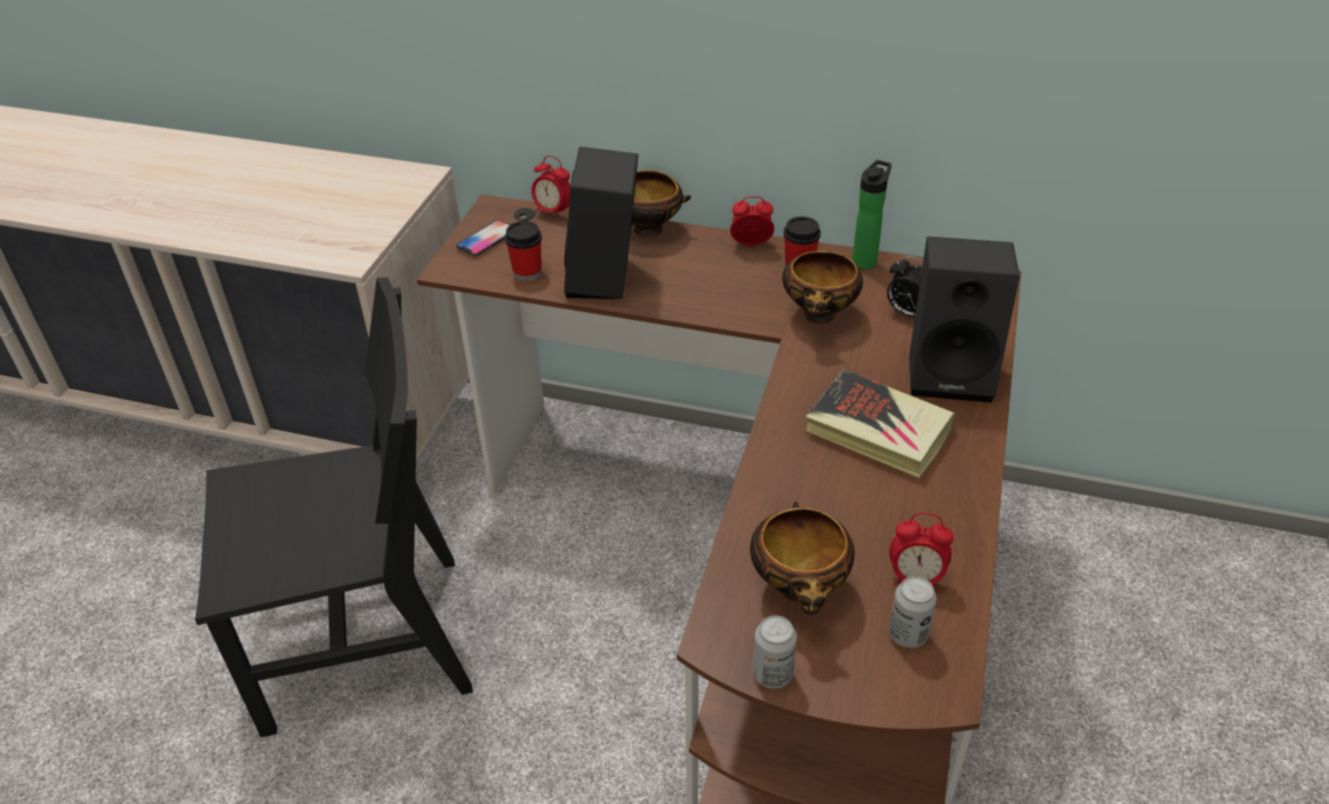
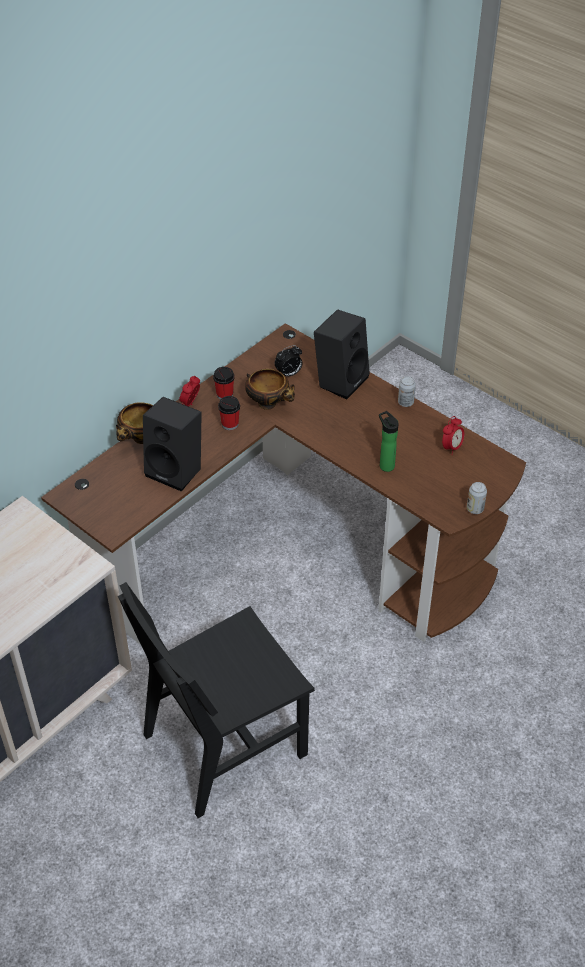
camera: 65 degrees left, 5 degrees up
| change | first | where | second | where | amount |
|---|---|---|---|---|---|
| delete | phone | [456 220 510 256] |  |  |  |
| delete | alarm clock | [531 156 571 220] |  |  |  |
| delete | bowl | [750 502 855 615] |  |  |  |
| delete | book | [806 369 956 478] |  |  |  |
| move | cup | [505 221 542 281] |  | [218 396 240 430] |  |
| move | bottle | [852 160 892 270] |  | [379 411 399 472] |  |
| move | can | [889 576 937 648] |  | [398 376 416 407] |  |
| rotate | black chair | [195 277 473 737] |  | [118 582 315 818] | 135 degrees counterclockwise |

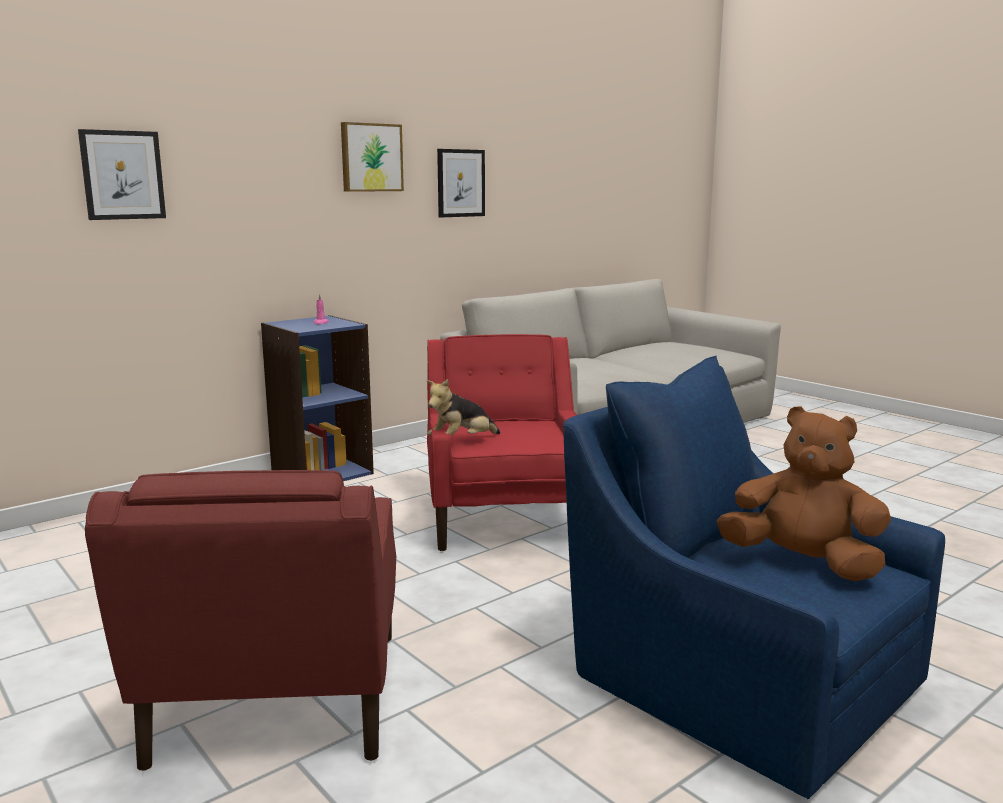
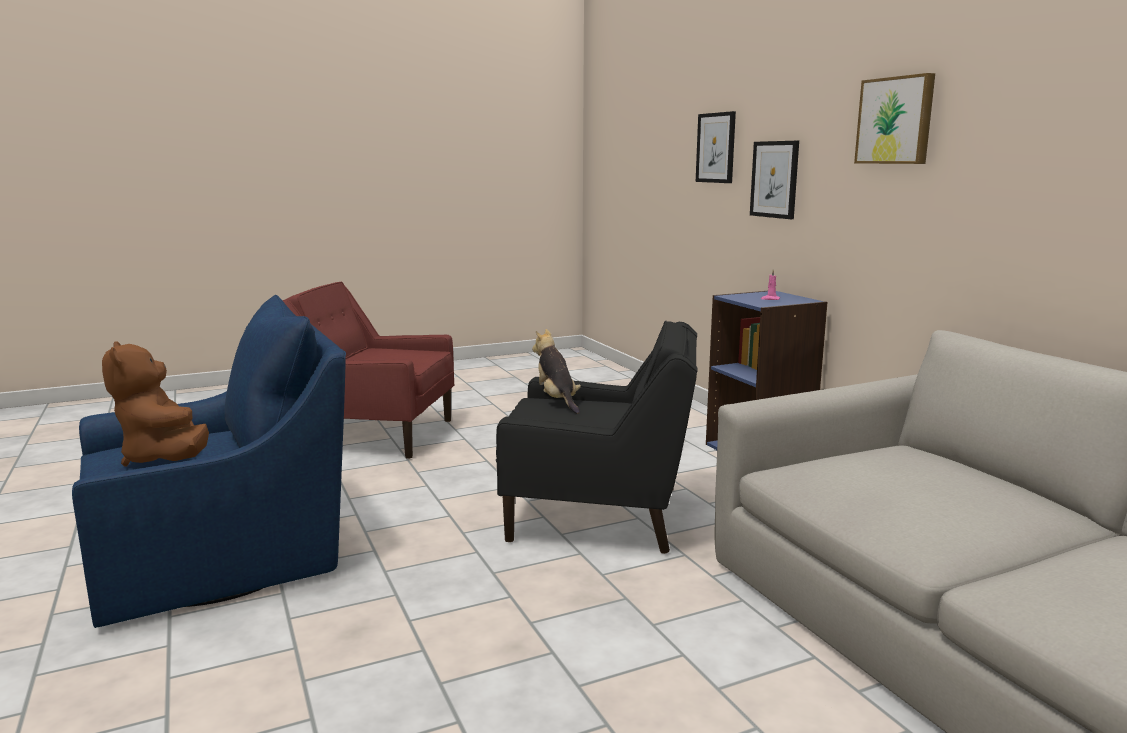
camera: 105 degrees right, 0 degrees up
| change | first | where | second | where | amount |
|---|---|---|---|---|---|
| move | picture | [437 149 485 218] |  | [750 141 799 219] |  |
| recolor | red armchair | [427 334 577 551] | black armchair | [496 320 697 554] |  |
| rotate | brown plush toy | [717 406 891 581] |  | [102 341 209 466] | 105 degrees clockwise |

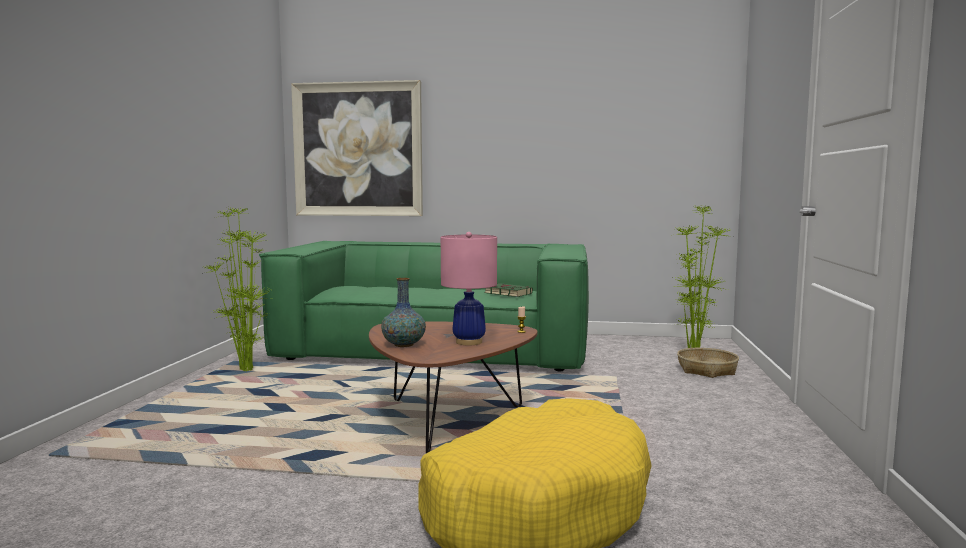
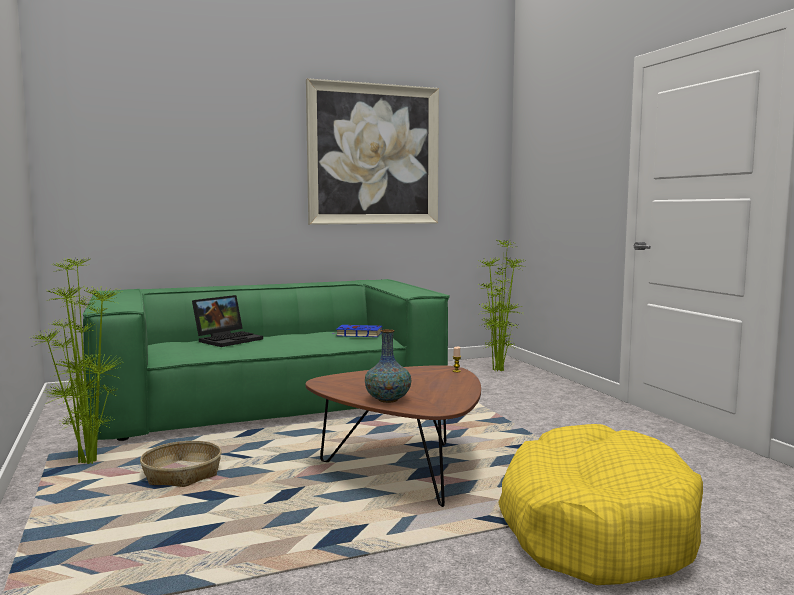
camera: 30 degrees left, 0 degrees up
| change | first | where | second | where | amount |
|---|---|---|---|---|---|
| delete | pink table lamp | [441 232 497 345] |  |  |  |
| insert |  |  | laptop | [192 295 263 347] |  |
| move | picture | [291 80 423 216] |  | [306 78 439 225] |  |
| move | basket | [677 348 739 378] |  | [140 441 221 487] |  |
| recolor | green book | [484 283 533 297] | blue book | [332 325 382 337] |  |

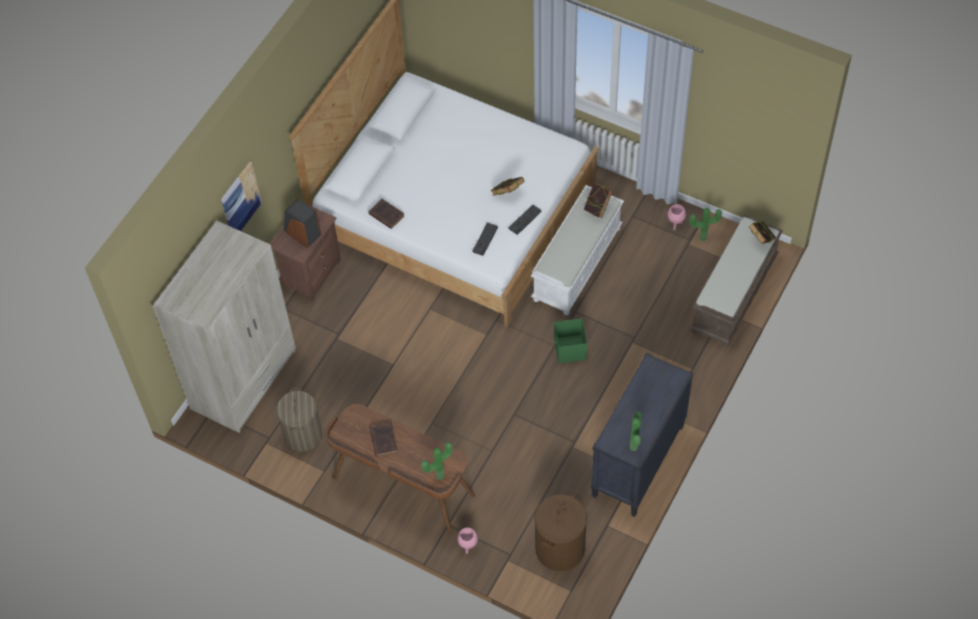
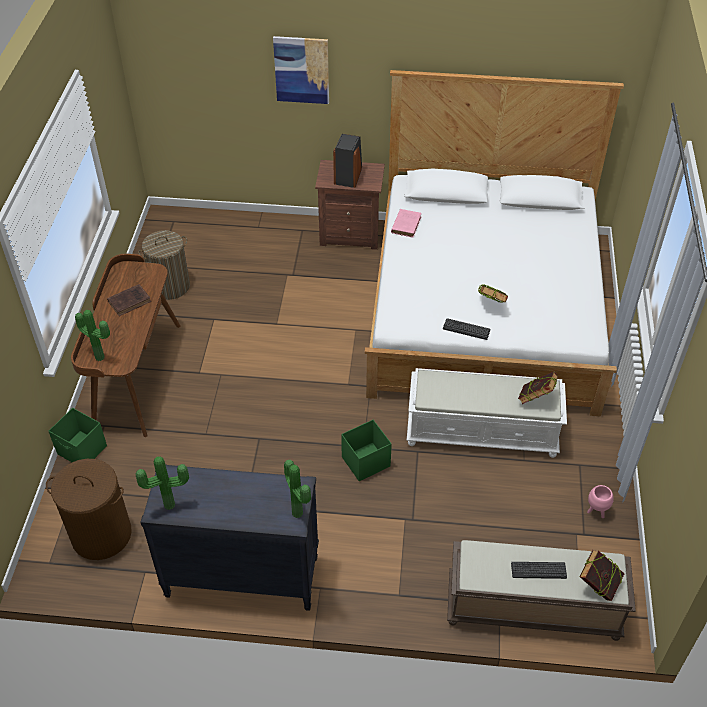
camera: 65 degrees right, 10 degrees down
| change | first | where | second | where | amount |
|---|---|---|---|---|---|
| delete | beige wardrobe | [153 220 296 433] |  |  |  |
| move | keyboard | [472 223 498 256] |  | [511 562 567 579] |  |
| move | potted plant | [689 208 722 241] |  | [284 460 311 518] |  |
| replace | pink planter | [457 527 478 554] | green storage box | [49 408 107 462] |  |
| recolor | brown book | [368 199 404 229] | pink book | [391 209 422 238] |  |

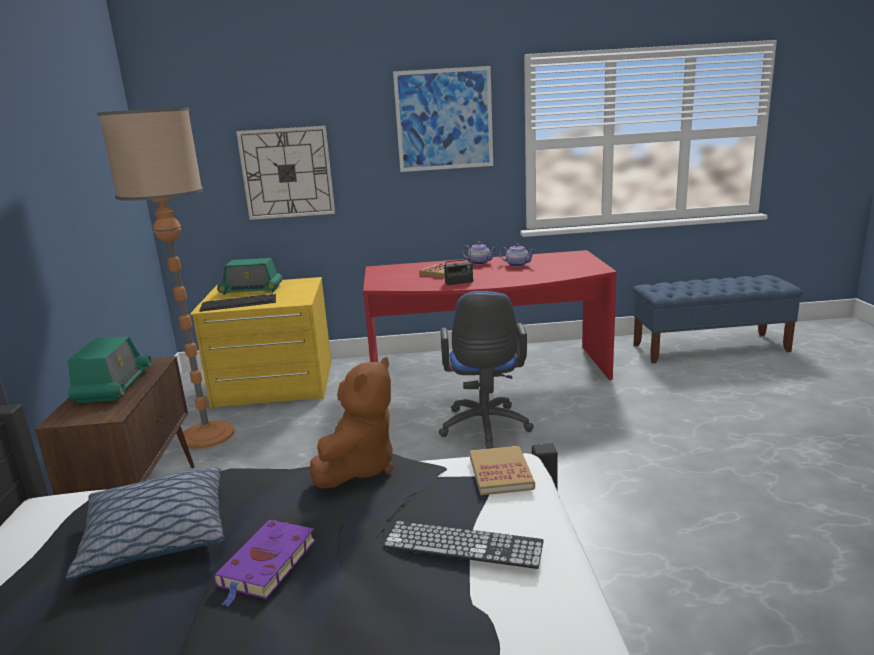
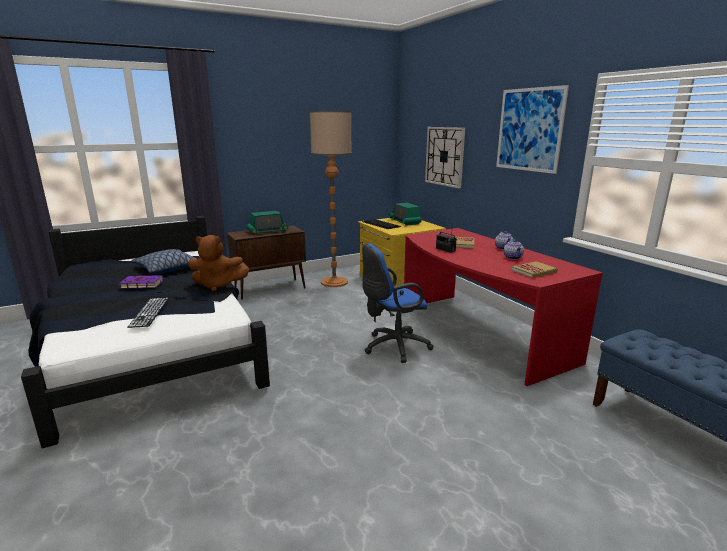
camera: 65 degrees right, 0 degrees up
| change | first | where | second | where | amount |
|---|---|---|---|---|---|
| move | book | [470 446 535 495] |  | [512 261 558 278] |  |

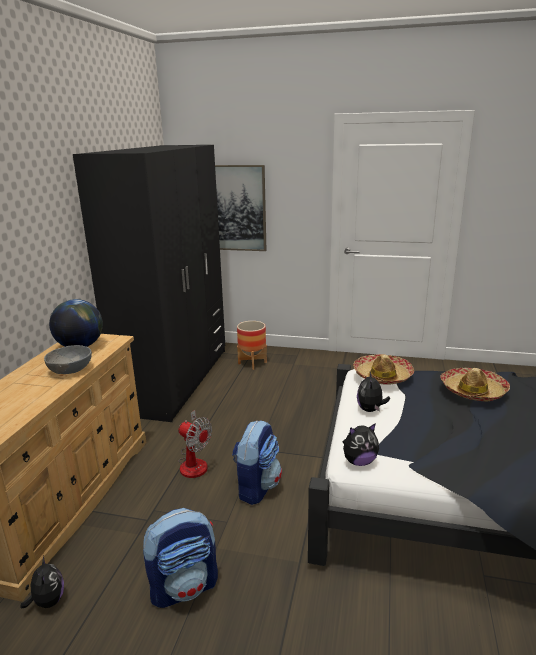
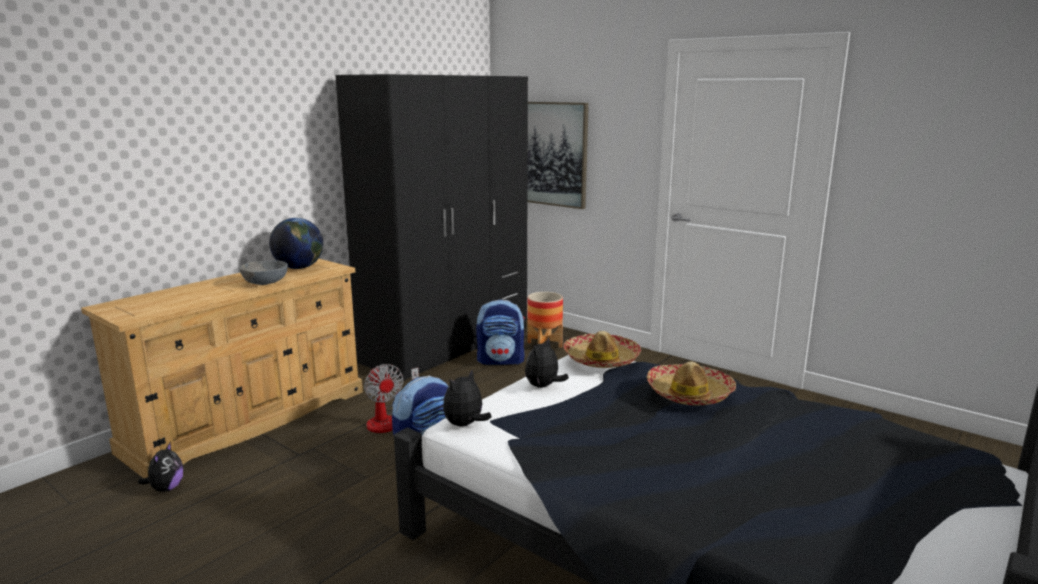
camera: 25 degrees right, 5 degrees down
| change | first | where | second | where | amount |
|---|---|---|---|---|---|
| move | backpack | [143 508 218 608] |  | [476 300 525 365] |  |
| rotate | plush toy | [343 423 379 466] |  | [443 370 492 426] | 120 degrees clockwise |

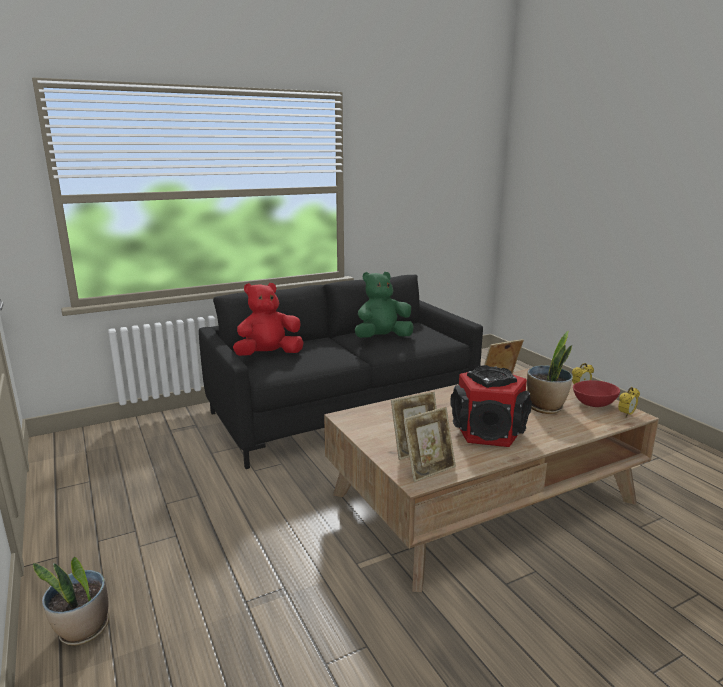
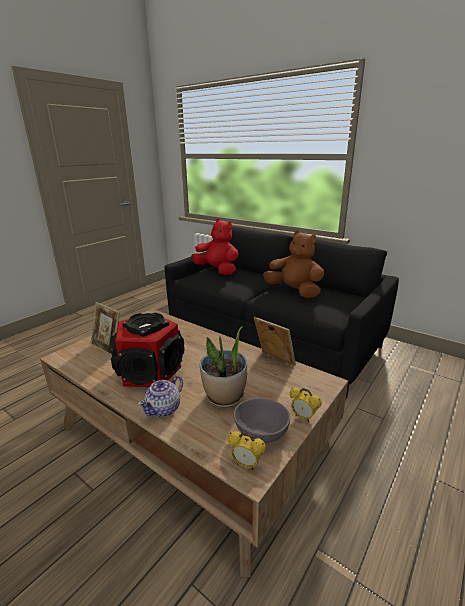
camera: 65 degrees right, 5 degrees up
| change | first | where | second | where | amount |
|---|---|---|---|---|---|
| delete | potted plant | [33 557 109 645] |  |  |  |
| delete | picture frame | [403 407 456 482] |  |  |  |
| insert |  |  | teapot | [138 376 183 417] |  |
| recolor | green plush toy | [355 272 414 338] | brown plush toy | [263 230 324 298] |  |
| recolor | red bowl | [573 380 620 407] | grey bowl | [234 398 290 443] |  |

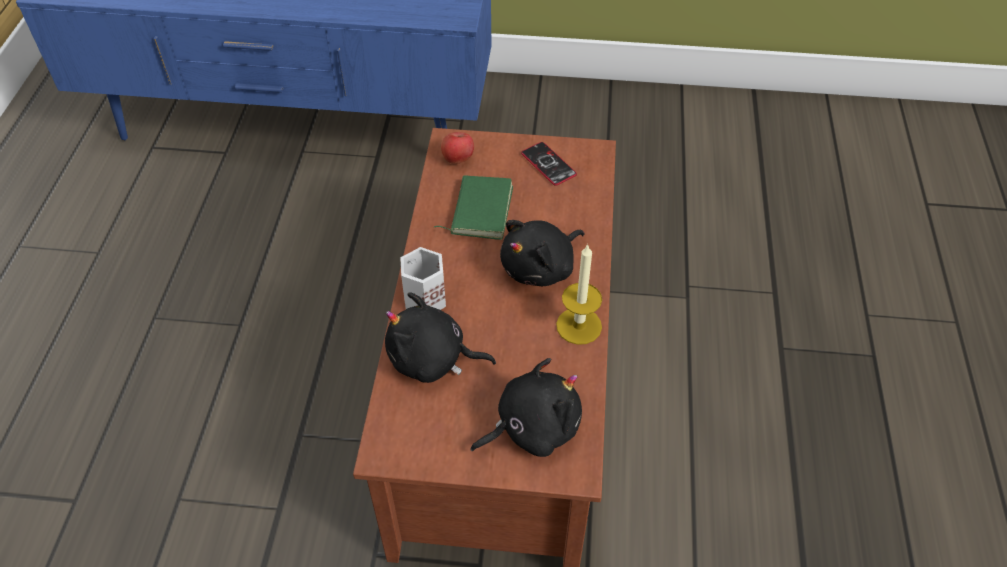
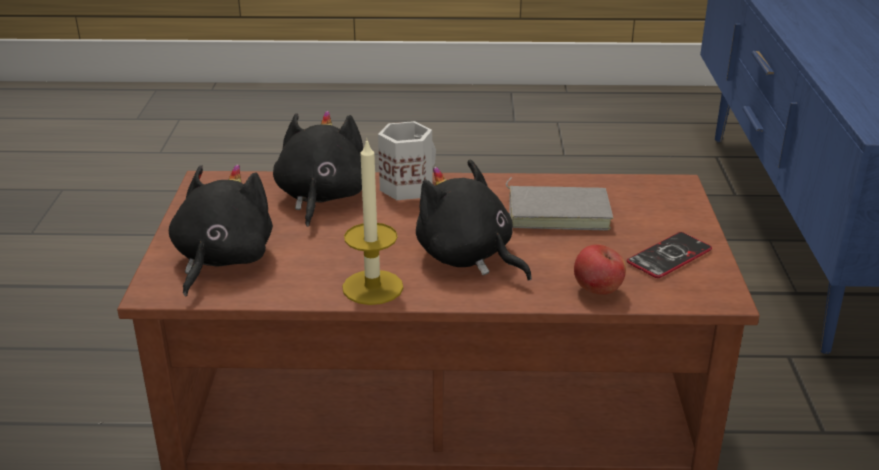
camera: 85 degrees right, 20 degrees down
| change | first | where | second | where | amount |
|---|---|---|---|---|---|
| move | apple | [441 132 474 164] |  | [574 244 626 295] |  |
| recolor | green book | [434 175 513 240] | grey book | [506 177 613 231] |  |
| rotate | black plush toy | [470 358 582 457] |  | [169 164 273 297] | 135 degrees counterclockwise |

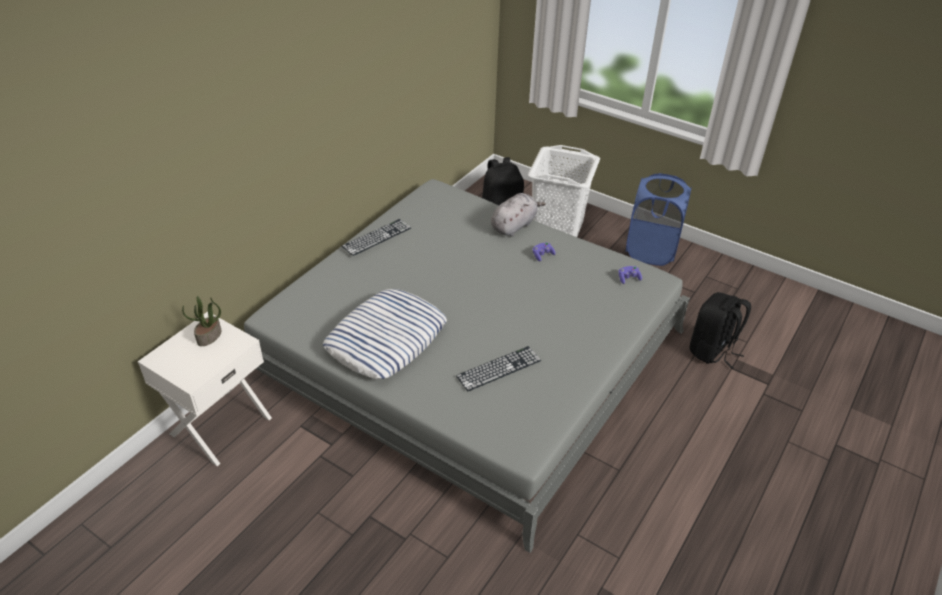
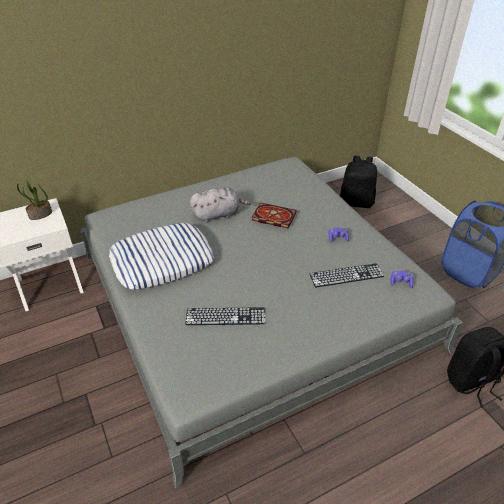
camera: 30 degrees right, 0 degrees up
| change | first | where | second | where | amount |
|---|---|---|---|---|---|
| delete | white laundry basket | [528 145 600 237] |  |  |  |
| insert |  |  | book | [252 202 297 228] |  |
| move | keyboard | [342 219 411 256] |  | [309 263 385 288] |  |
| move | grey plush toy | [491 193 546 237] |  | [189 187 251 223] |  |

